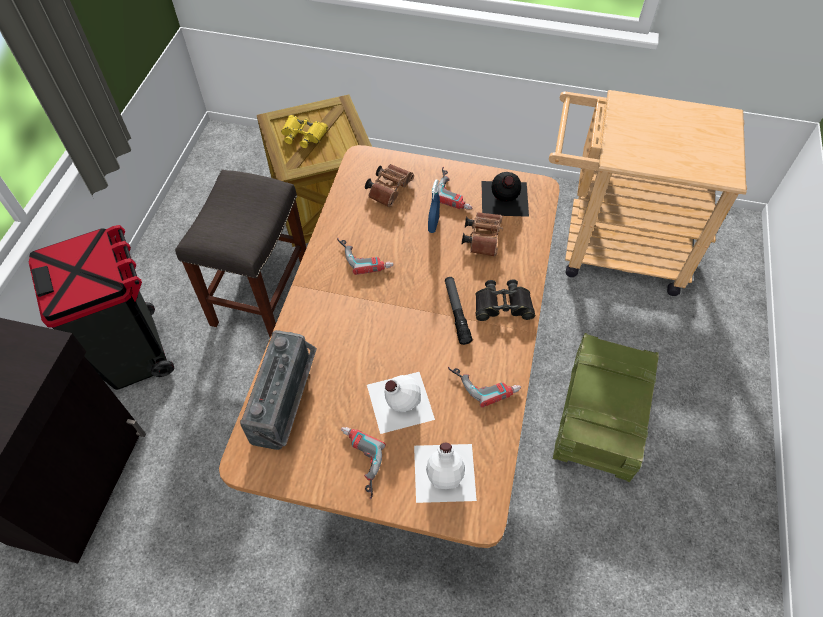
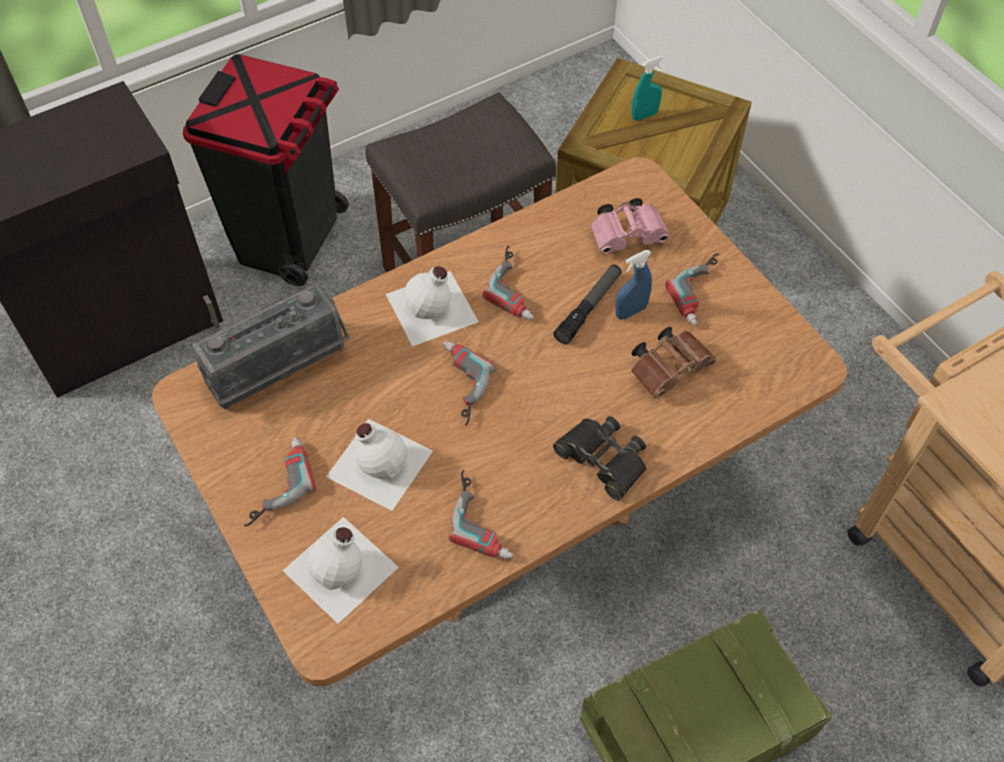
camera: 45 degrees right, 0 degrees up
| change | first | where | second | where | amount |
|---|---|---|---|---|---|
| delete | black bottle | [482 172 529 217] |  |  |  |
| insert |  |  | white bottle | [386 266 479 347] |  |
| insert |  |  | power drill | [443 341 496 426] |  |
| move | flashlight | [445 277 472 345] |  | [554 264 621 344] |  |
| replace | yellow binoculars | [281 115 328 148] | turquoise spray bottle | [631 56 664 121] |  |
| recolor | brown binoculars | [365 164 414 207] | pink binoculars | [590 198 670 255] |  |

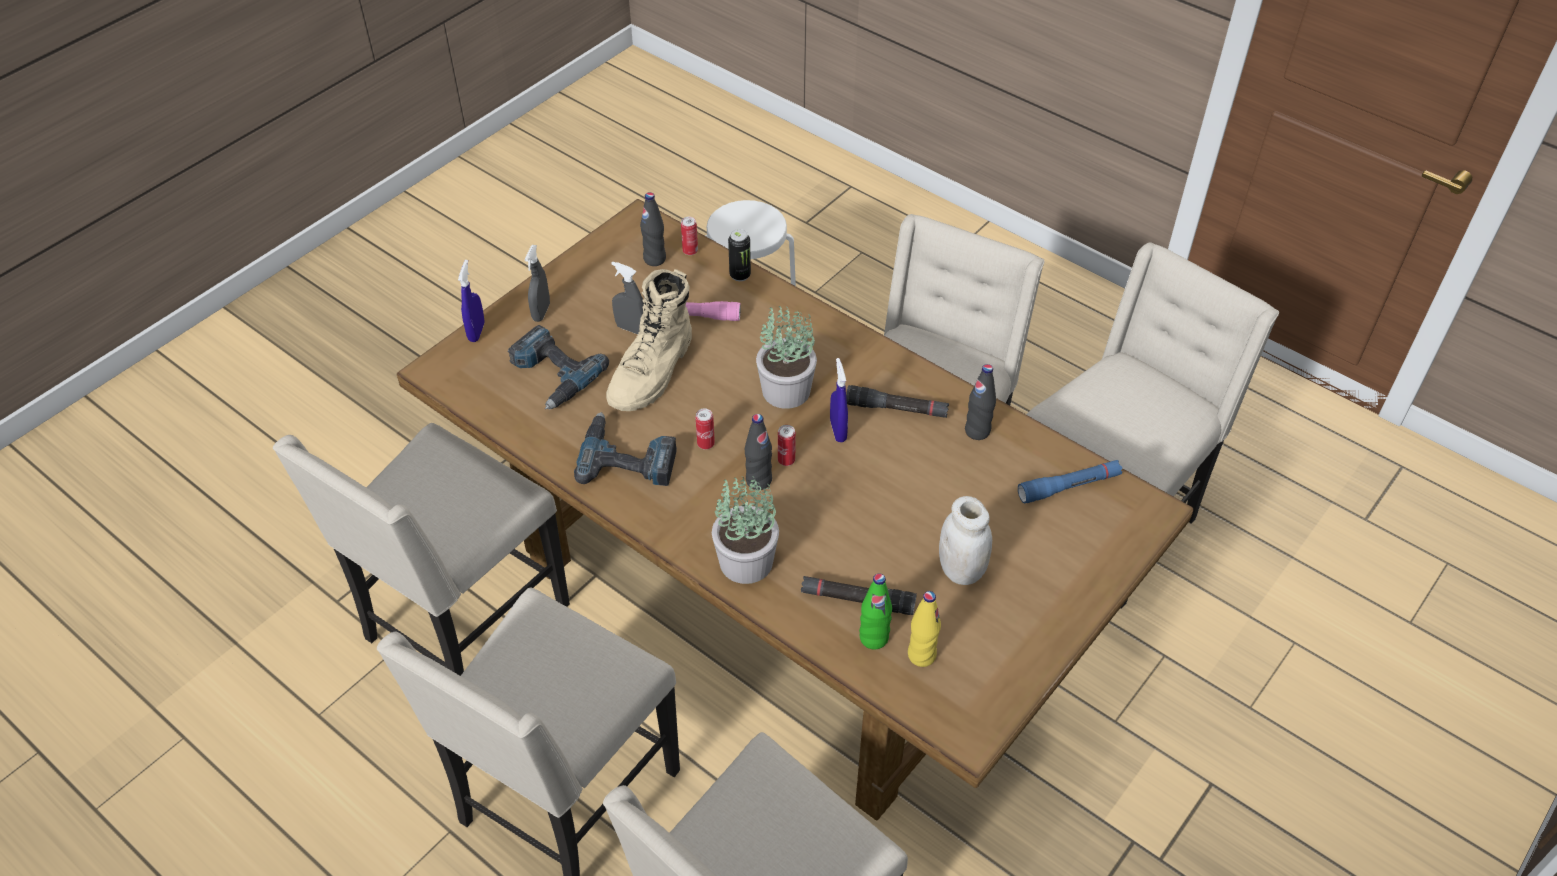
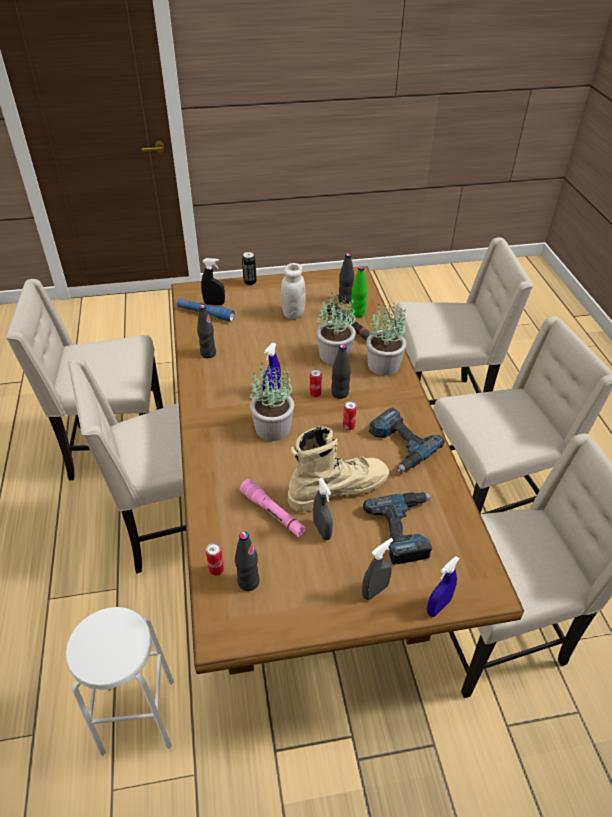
camera: 140 degrees left, 5 degrees down
| change | first | where | second | where | amount |
|---|---|---|---|---|---|
| delete | black flashlight | [846 385 949 418] |  |  |  |
| insert |  |  | black spray bottle | [201 258 225 305] |  |
| insert |  |  | potted plant | [316 293 356 365] |  |
| move | can | [728 229 751 281] |  | [242 252 257 286] |  |
| recolor | yellow bottle | [908 591 941 667] | black bottle | [338 253 354 304] |  |

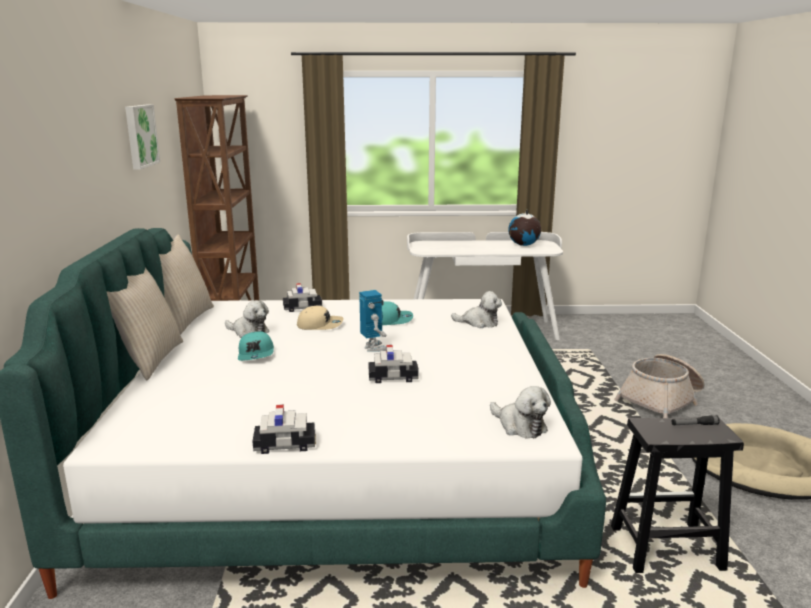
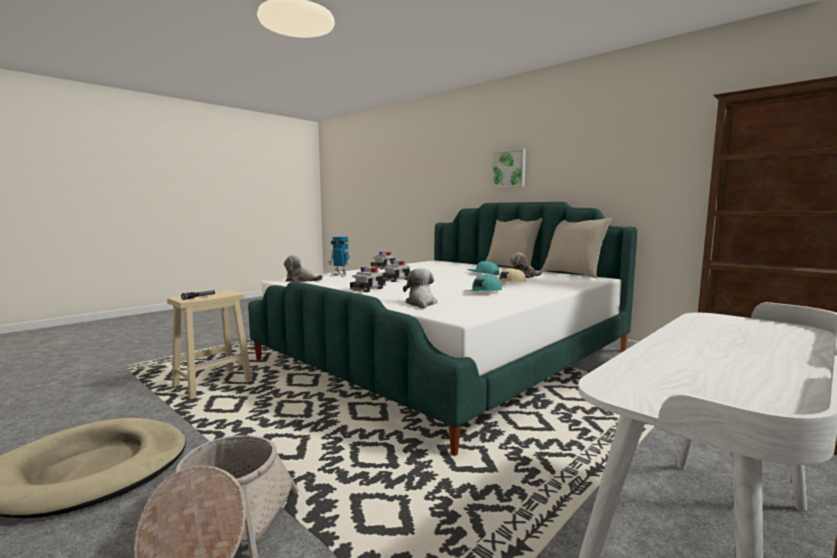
camera: 135 degrees right, 10 degrees down
| change | first | where | second | where | amount |
|---|---|---|---|---|---|
| delete | globe | [508 209 541 246] |  |  |  |
| move | picture | [125 105 160 170] |  | [492 149 526 188] |  |
| move | toy car | [283 283 322 312] |  | [350 267 385 292] |  |
| move | toy robot | [359 290 387 352] |  | [328 237 352 277] |  |
| recolor | black stool | [611 417 744 573] | beige stool | [167 290 253 399] |  |
| rotate | plush toy | [451 291 502 328] |  | [403 268 437 309] | 120 degrees clockwise |

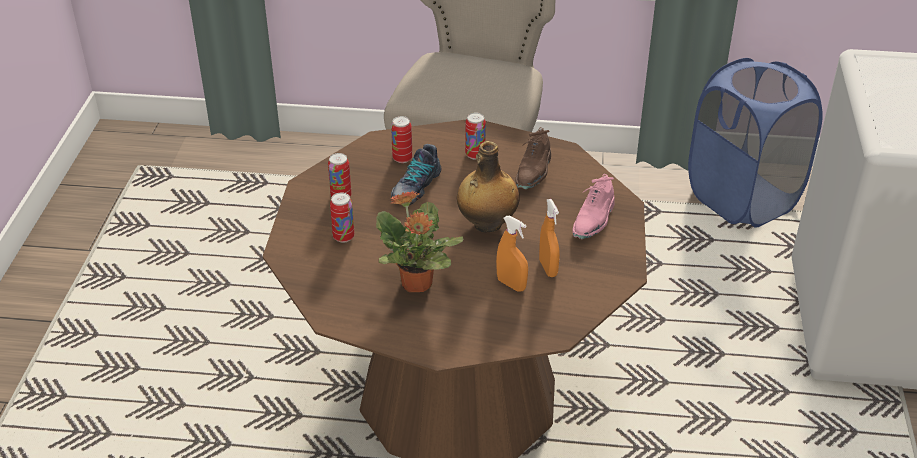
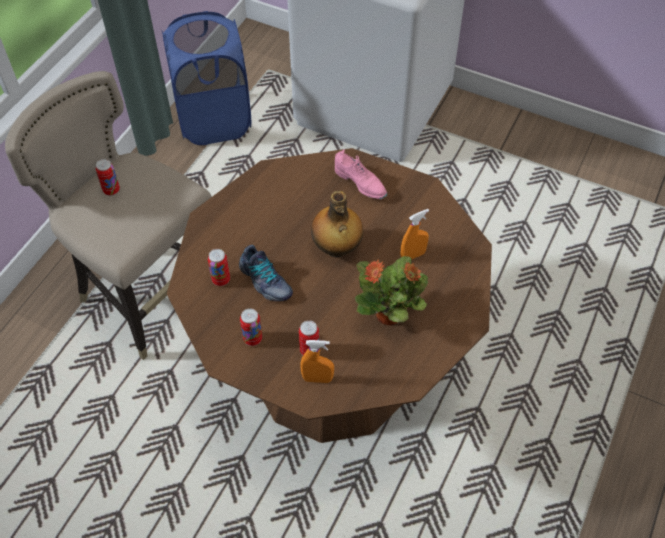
camera: 70 degrees left, 15 degrees up
| change | first | where | second | where | amount |
|---|---|---|---|---|---|
| delete | brown shoe | [516 127 551 190] |  |  |  |
| move | can | [465 113 486 160] |  | [96 159 120 196] |  |
| move | orange spray bottle | [539 199 560 277] |  | [301 340 334 383] |  |

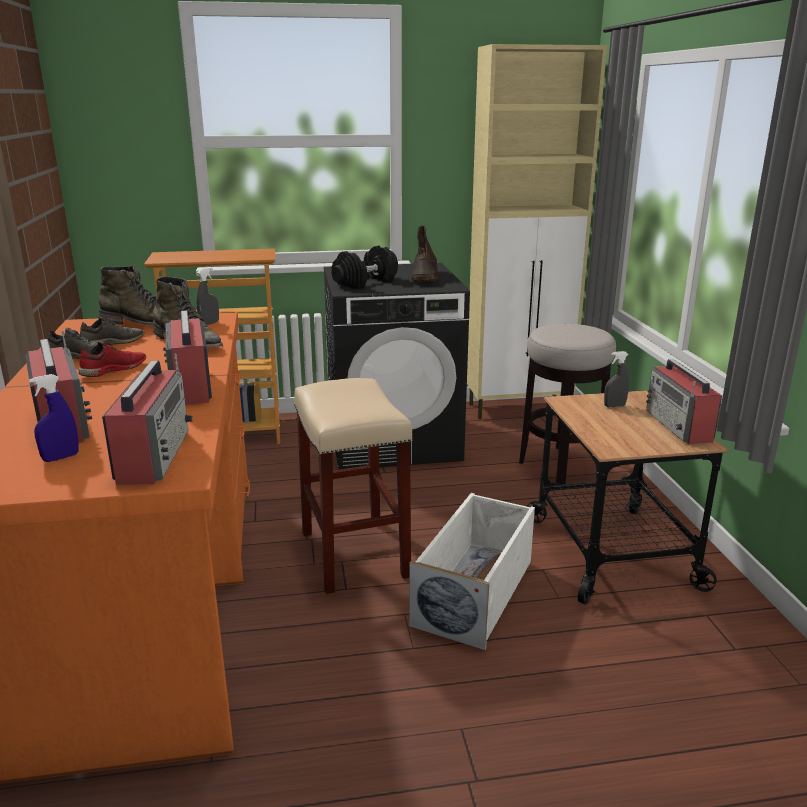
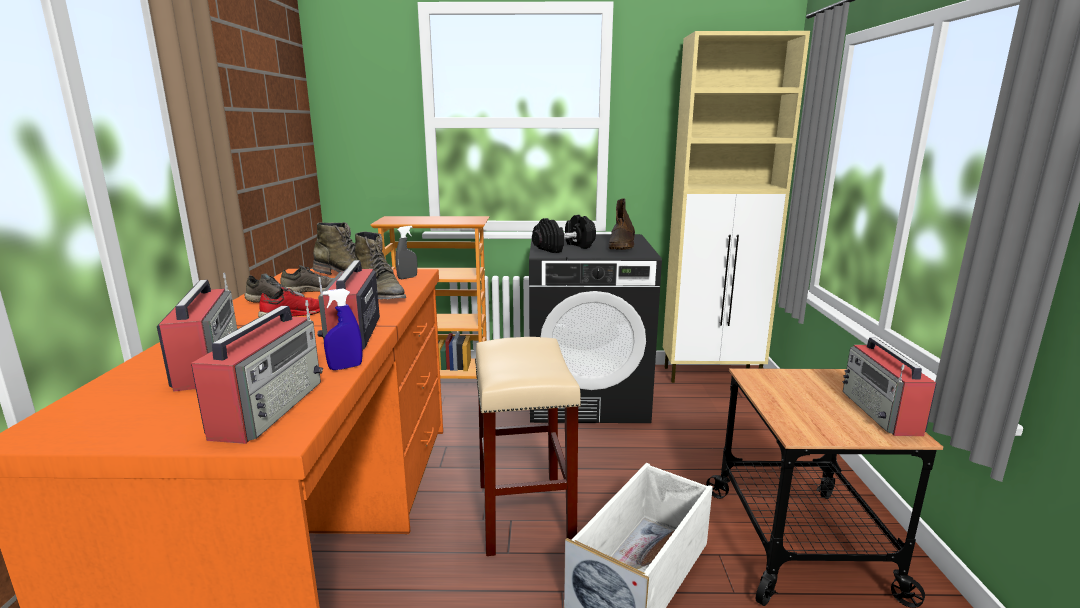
camera: 10 degrees right, 5 degrees down
| change | first | where | second | where | amount |
|---|---|---|---|---|---|
| delete | stool | [519 324 616 485] |  |  |  |
| delete | grey spray bottle | [604 351 629 407] |  |  |  |
| move | blue spray bottle | [29 374 79 462] |  | [323 289 362 370] |  |

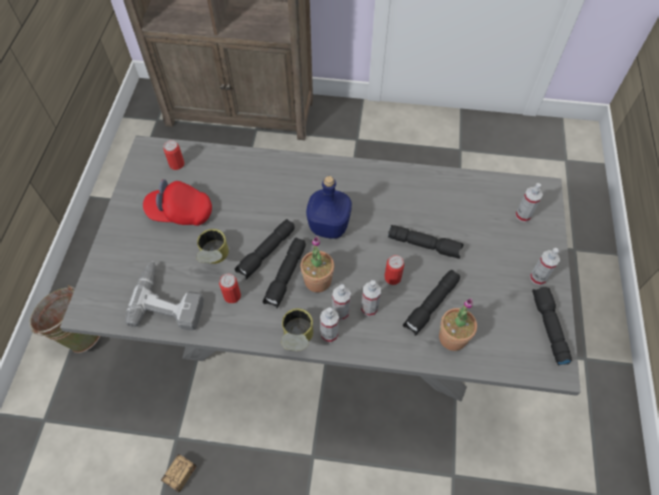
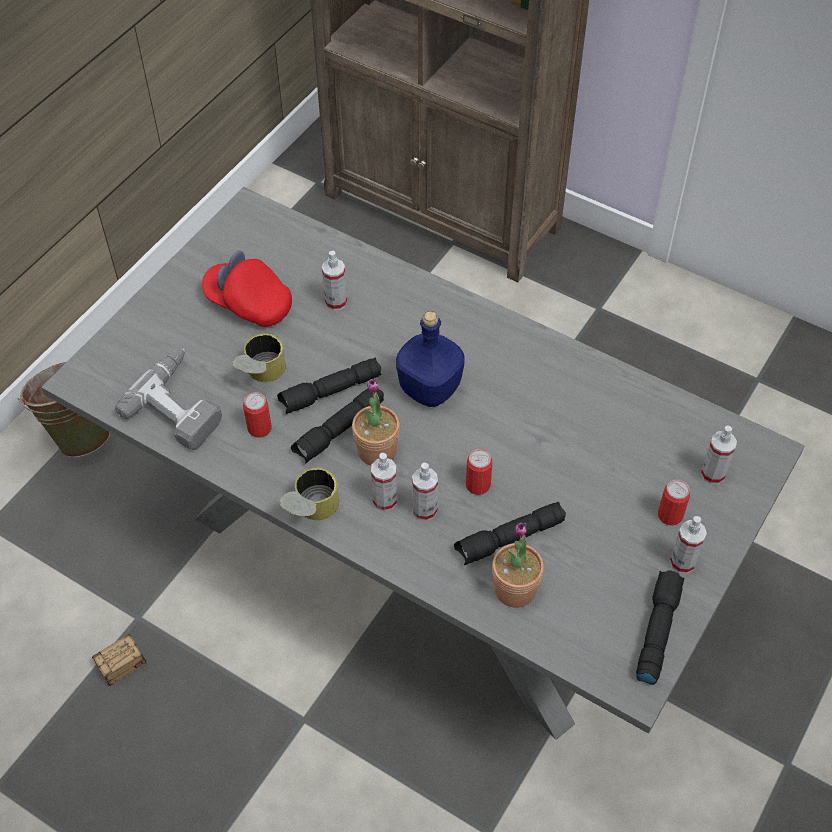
camera: 25 degrees right, 5 degrees down
| change | first | where | second | where | amount |
|---|---|---|---|---|---|
| delete | black flashlight | [388 225 463 259] |  |  |  |
| move | can | [163 140 185 170] |  | [658 480 690 526] |  |
| move | spray bottle | [320 307 339 343] |  | [322 251 347 311] |  |

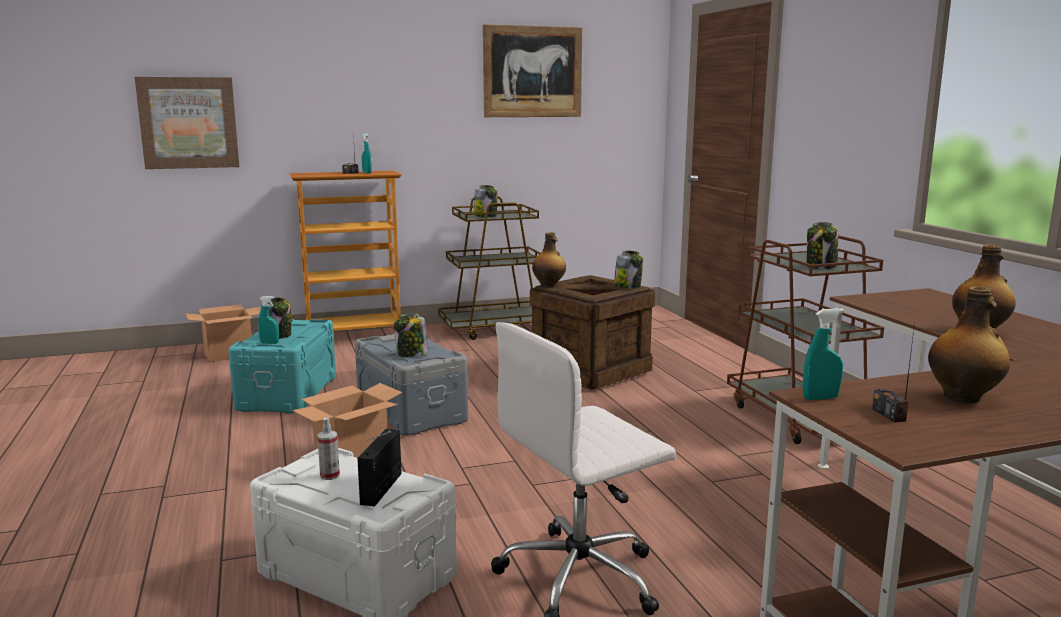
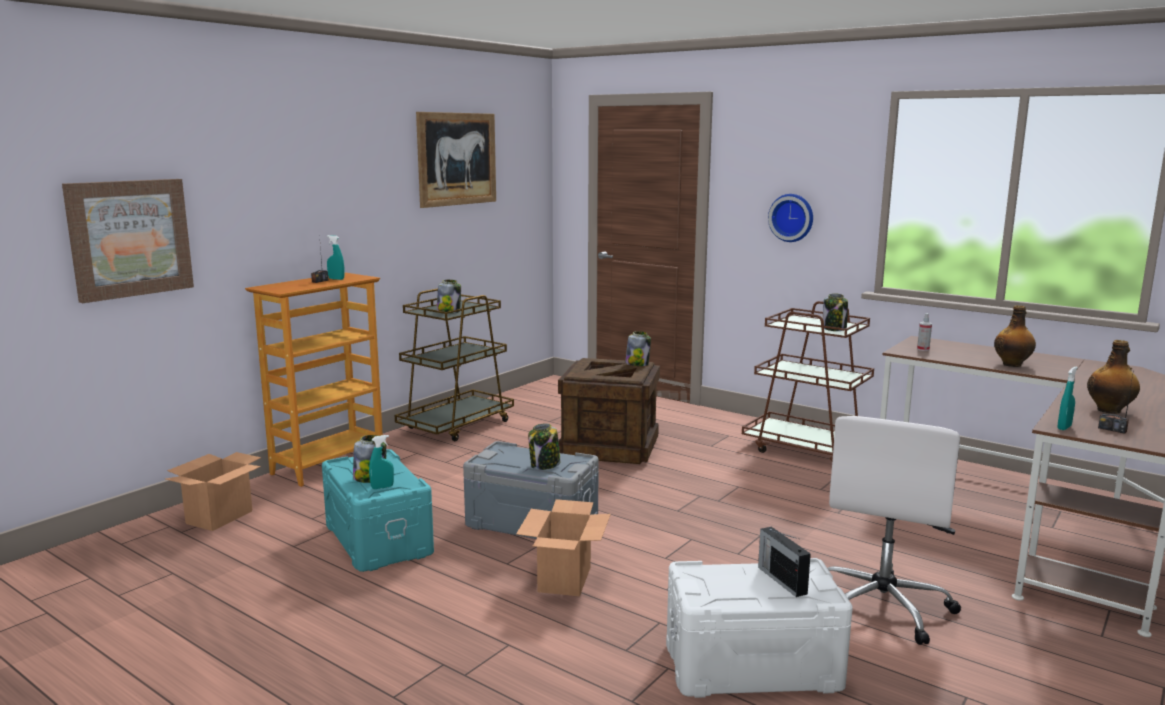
camera: 35 degrees left, 0 degrees up
| change | first | where | second | where | amount |
|---|---|---|---|---|---|
| delete | bottle | [532 232 566 287] |  |  |  |
| insert |  |  | wall clock | [768 194 813 242] |  |
| move | spray bottle | [317 418 340 480] |  | [917 313 932 351] |  |

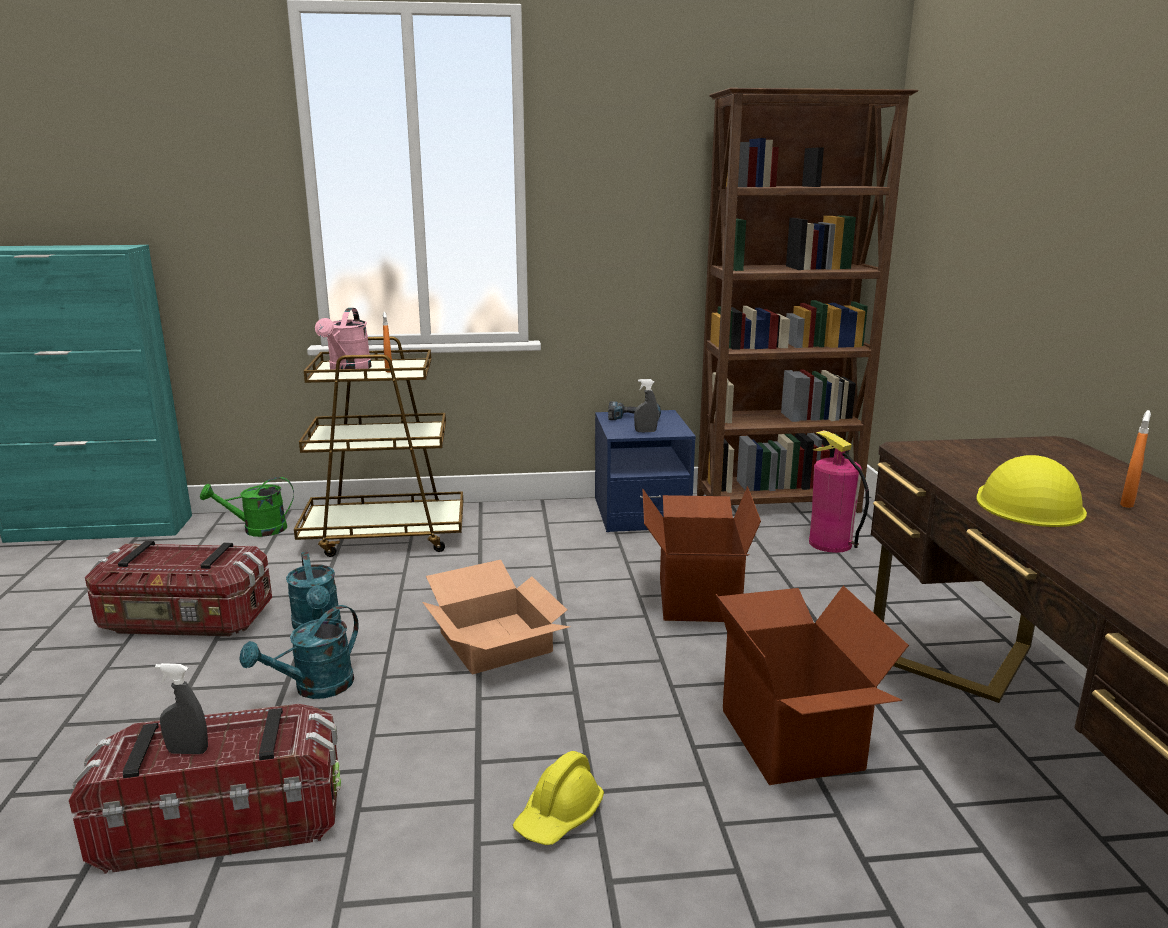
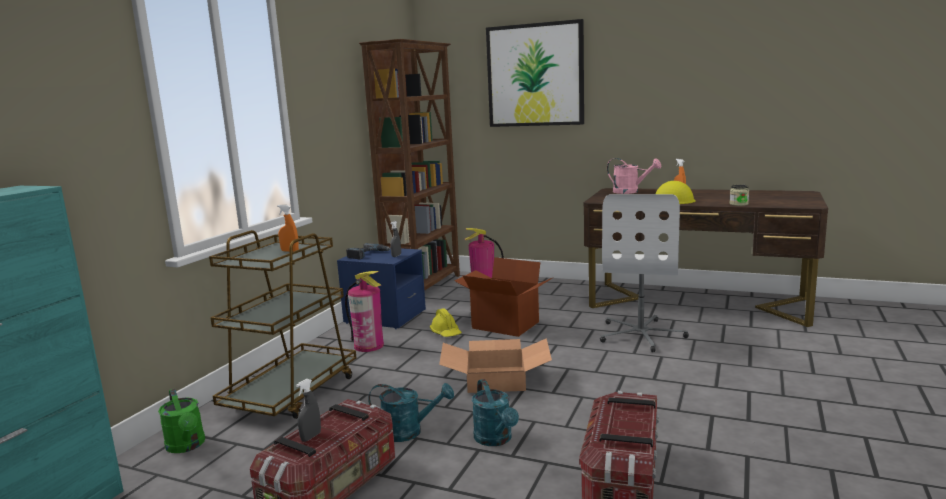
camera: 60 degrees left, 5 degrees down
| change | first | where | second | where | amount |
|---|---|---|---|---|---|
| insert |  |  | fire extinguisher | [345 271 384 352] |  |
| insert |  |  | picture | [486 19 584 127] |  |
| insert |  |  | jar | [729 184 749 206] |  |
| move | grey spray bottle | [155 663 208 754] |  | [296 379 321 442] |  |
| move | pink watering can | [315 308 372 369] |  | [607 158 661 194] |  |
| move | yellow hard hat | [513 751 604 845] |  | [430 309 462 337] |  |
| replace | cardboard box | [716 586 909 785] | white office chair | [600 194 689 352] |  |
| rotate | green watering can | [200 477 294 537] |  | [158 389 205 453] | 45 degrees counterclockwise |

